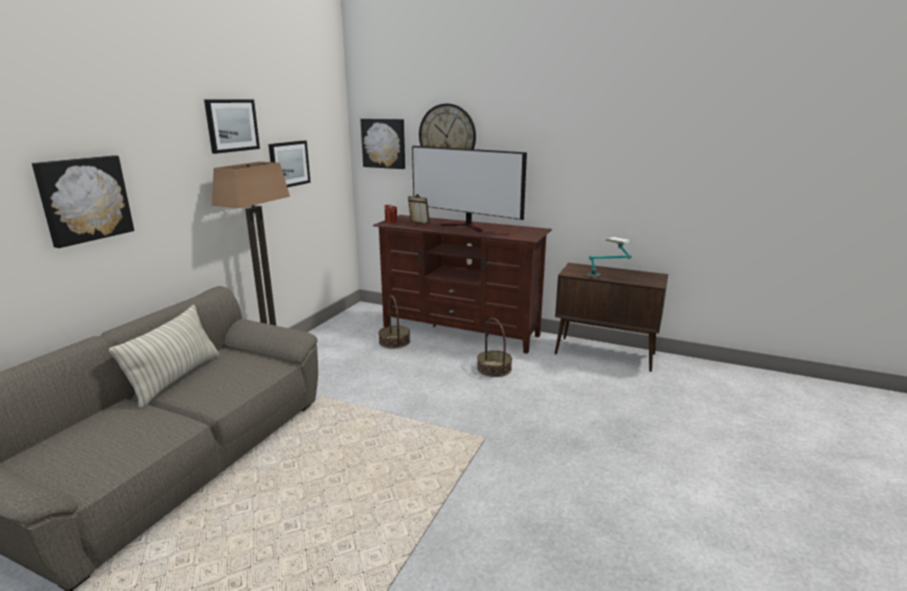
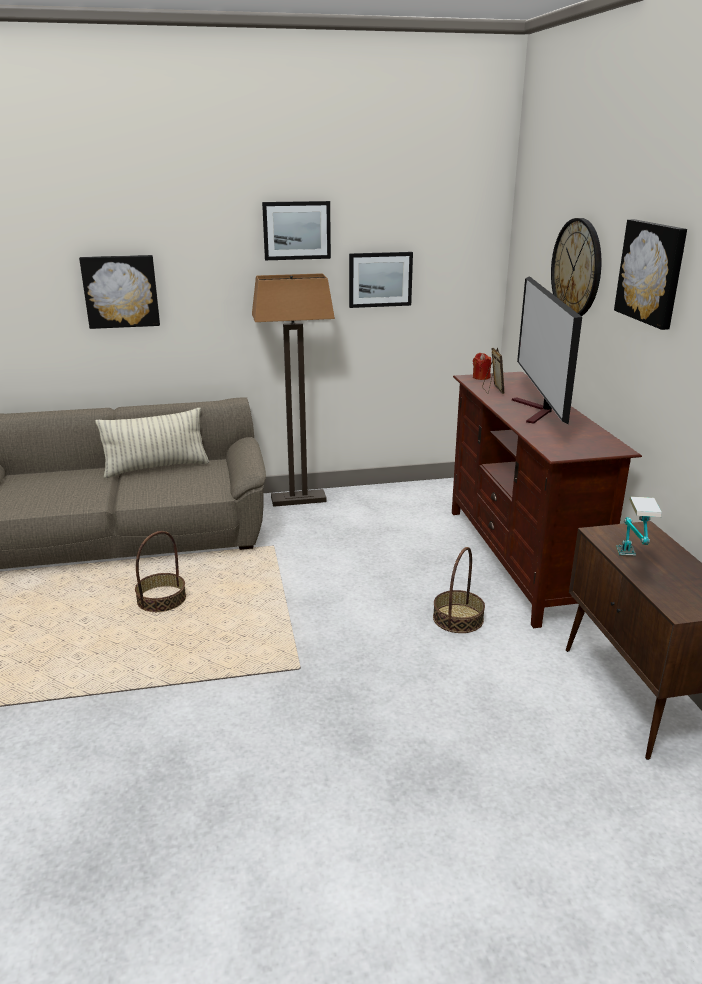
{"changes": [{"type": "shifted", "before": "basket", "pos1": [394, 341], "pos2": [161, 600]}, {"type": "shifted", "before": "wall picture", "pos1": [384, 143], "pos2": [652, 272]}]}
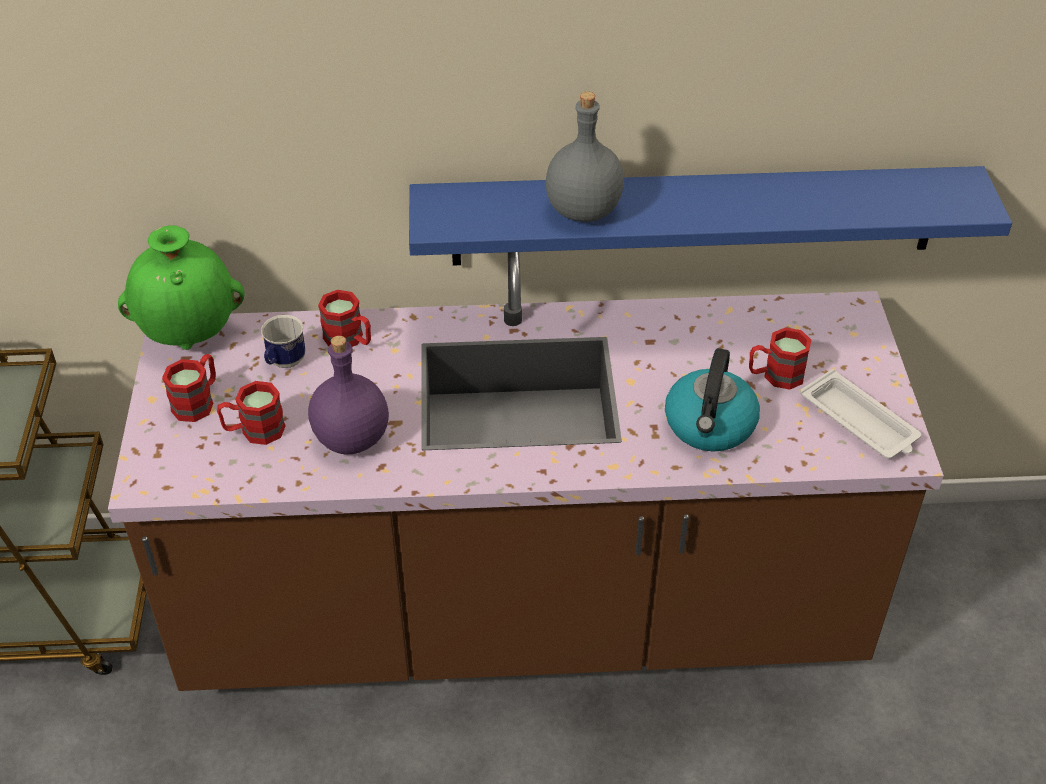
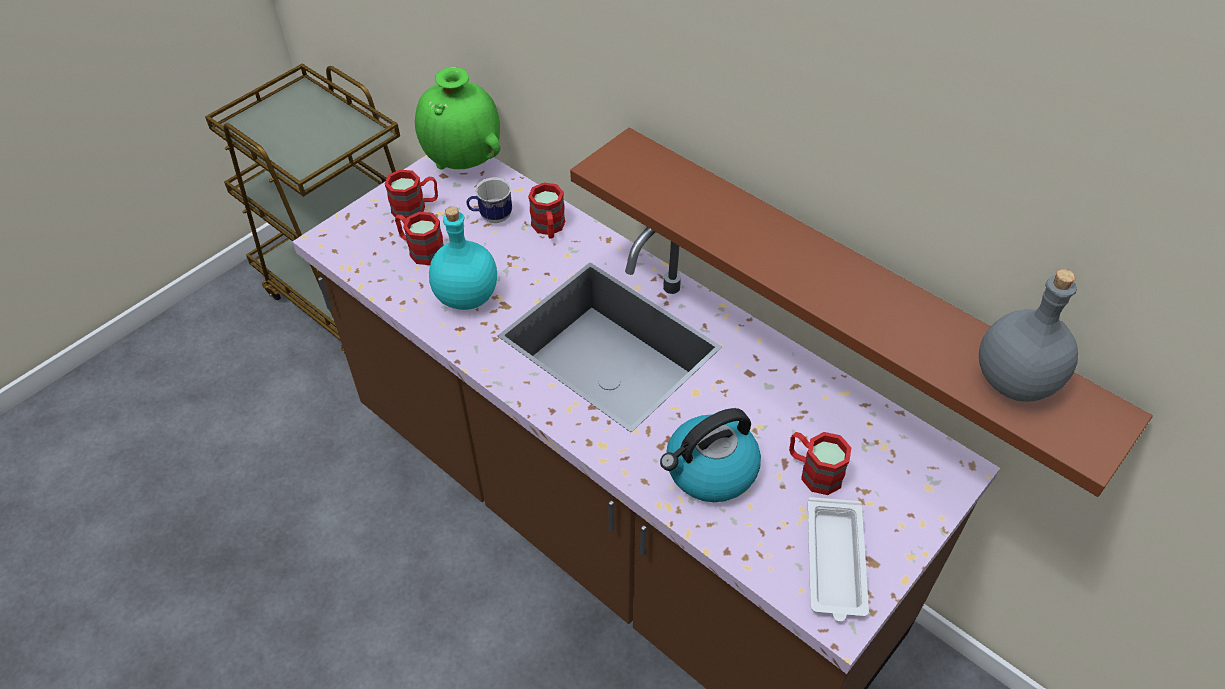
{"changes": [{"type": "repainted", "before": "purplish beverage bottle", "after": "blue-green beverage bottle", "pos1": [350, 439], "pos2": [465, 296]}, {"type": "repainted", "before": "bluish bracket shelf", "after": "brownish bracket shelf", "pos1": [694, 216], "pos2": [848, 289]}, {"type": "shifted", "before": "gray beverage bottle", "pos1": [582, 210], "pos2": [1014, 379]}]}
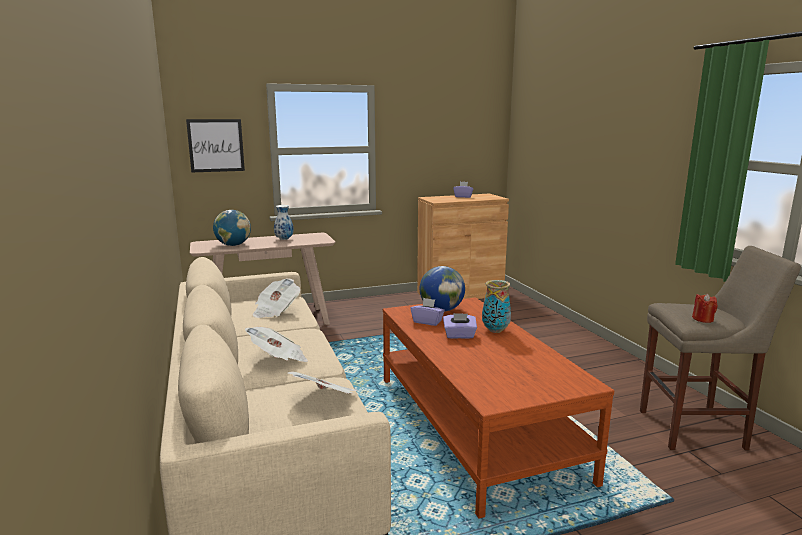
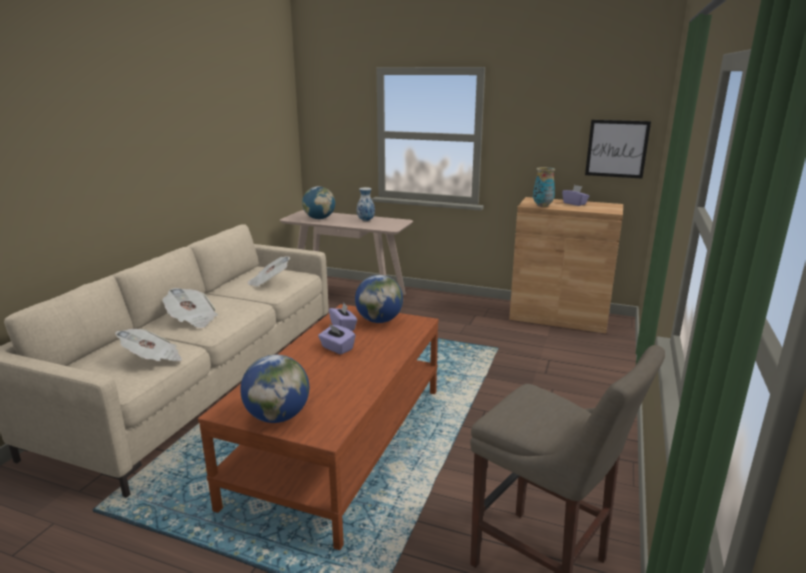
{"changes": [{"type": "new", "after": "globe", "pos2": [277, 417]}, {"type": "shifted", "before": "vase", "pos1": [495, 330], "pos2": [542, 206]}, {"type": "shifted", "before": "wall picture", "pos1": [216, 145], "pos2": [617, 148]}, {"type": "gone", "before": "reddish wax candle", "pos1": [703, 319]}]}
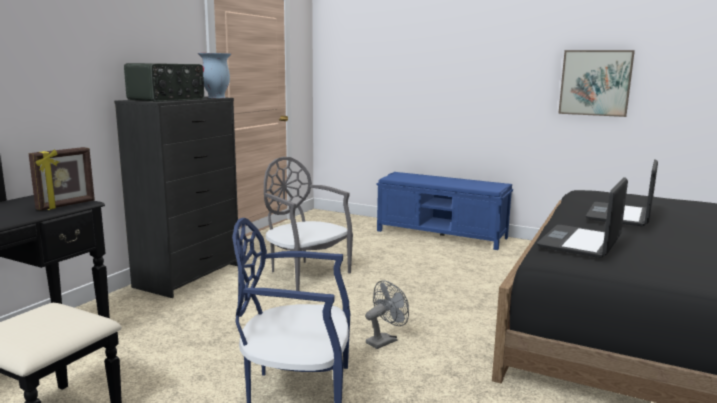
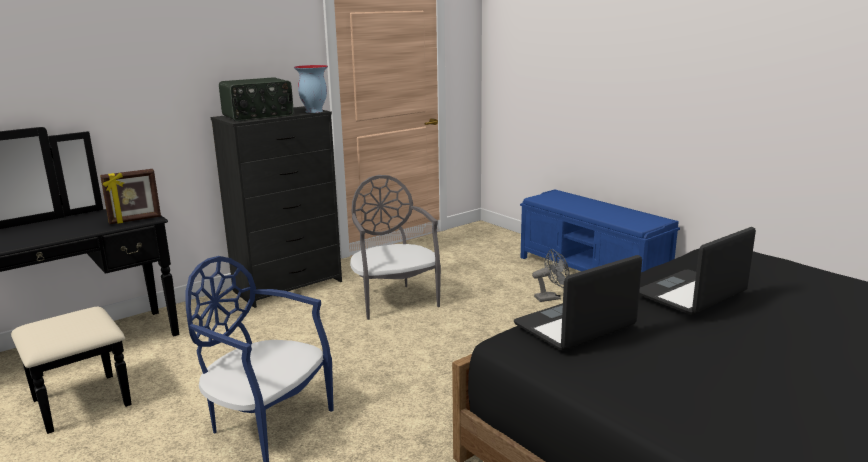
{"changes": [{"type": "shifted", "before": "gray fan", "pos1": [385, 340], "pos2": [551, 297]}, {"type": "gone", "before": "wall picture", "pos1": [595, 83]}]}
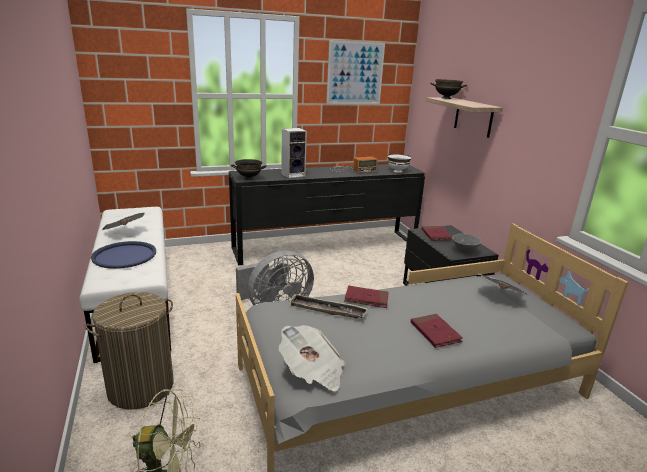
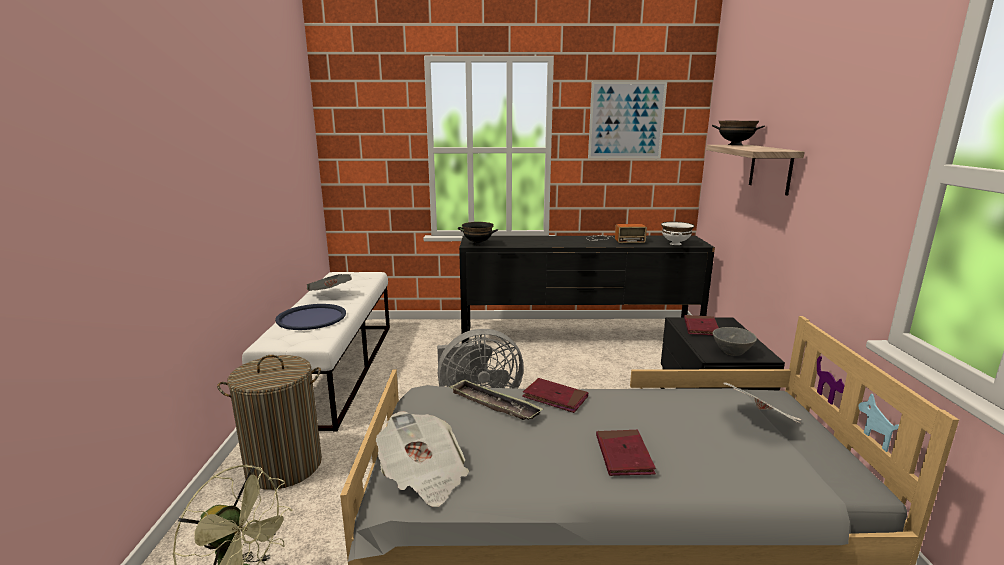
{"changes": [{"type": "gone", "before": "speaker", "pos1": [293, 175]}]}
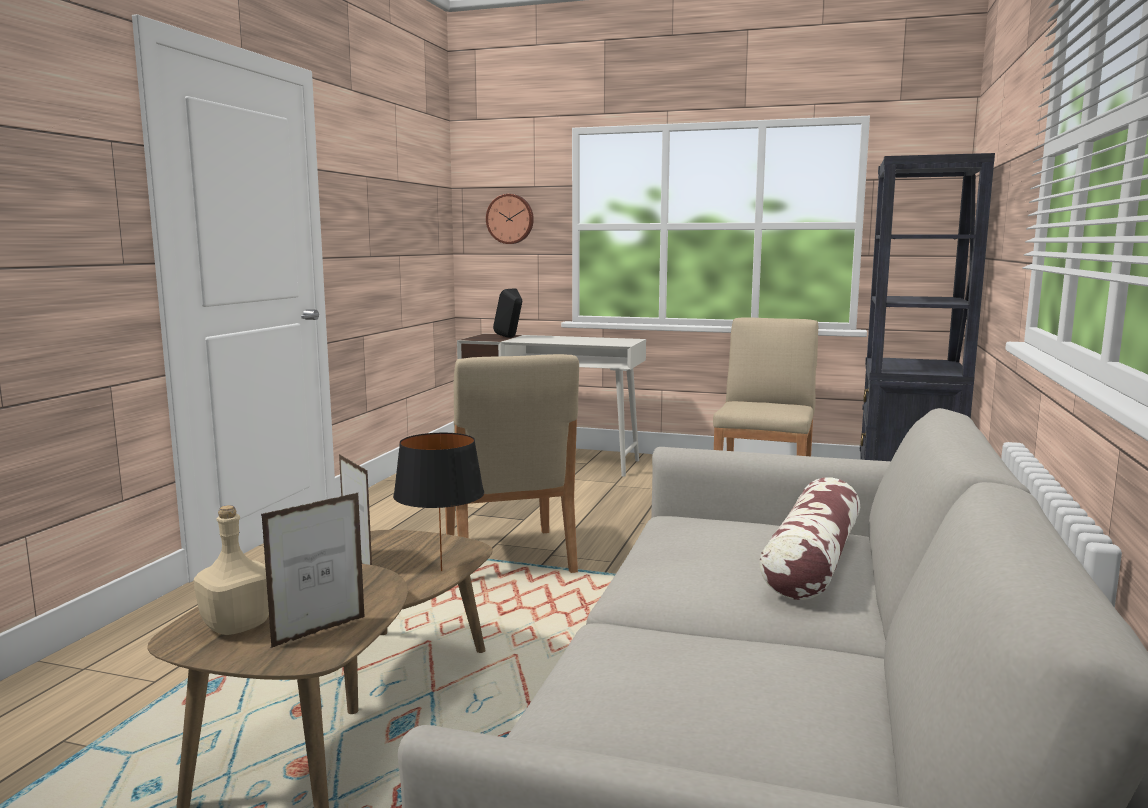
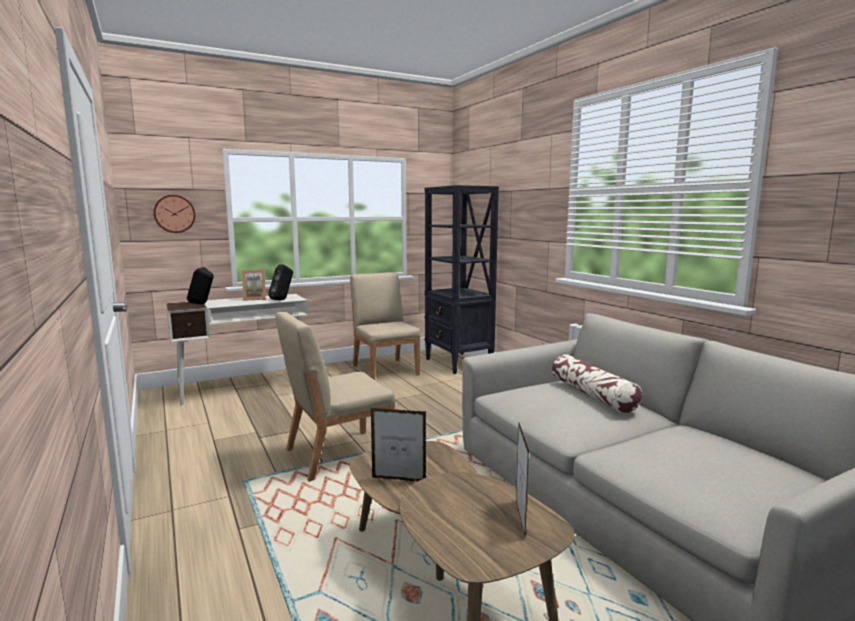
{"changes": [{"type": "new", "after": "standing frame", "pos2": [254, 299]}, {"type": "new", "after": "black-coloured speaker", "pos2": [282, 300]}, {"type": "rotated", "before": "beige upright chair", "pos1": [507, 557], "pos2": [337, 454], "turn": 120}, {"type": "gone", "before": "beige beverage bottle", "pos1": [236, 626]}, {"type": "gone", "before": "black-coloured lamp for a table", "pos1": [441, 571]}]}
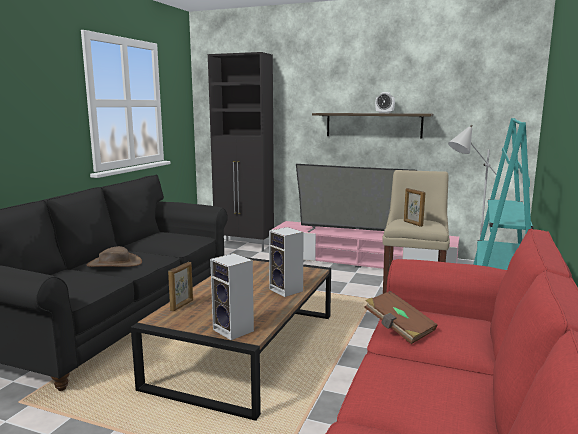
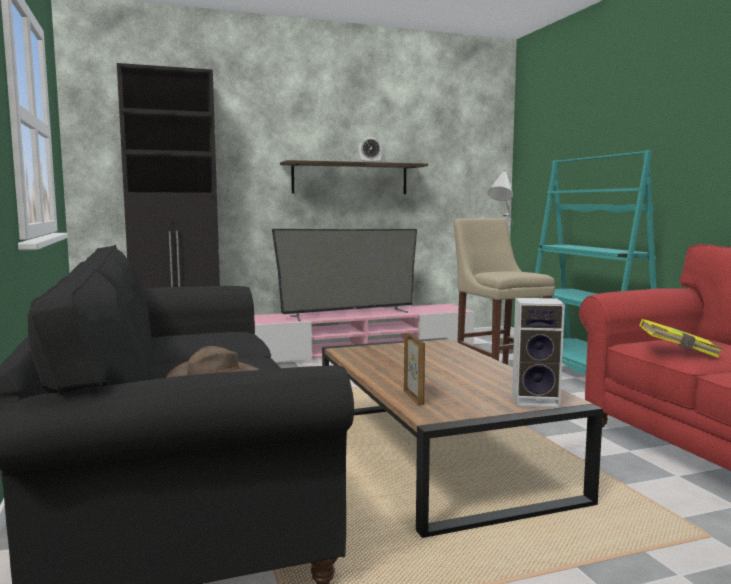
{"changes": [{"type": "repainted", "before": "brownish bound book", "after": "yellowish bound book", "pos1": [398, 328], "pos2": [678, 352]}, {"type": "gone", "before": "speaker", "pos1": [287, 290]}, {"type": "gone", "before": "standing frame", "pos1": [412, 224]}]}
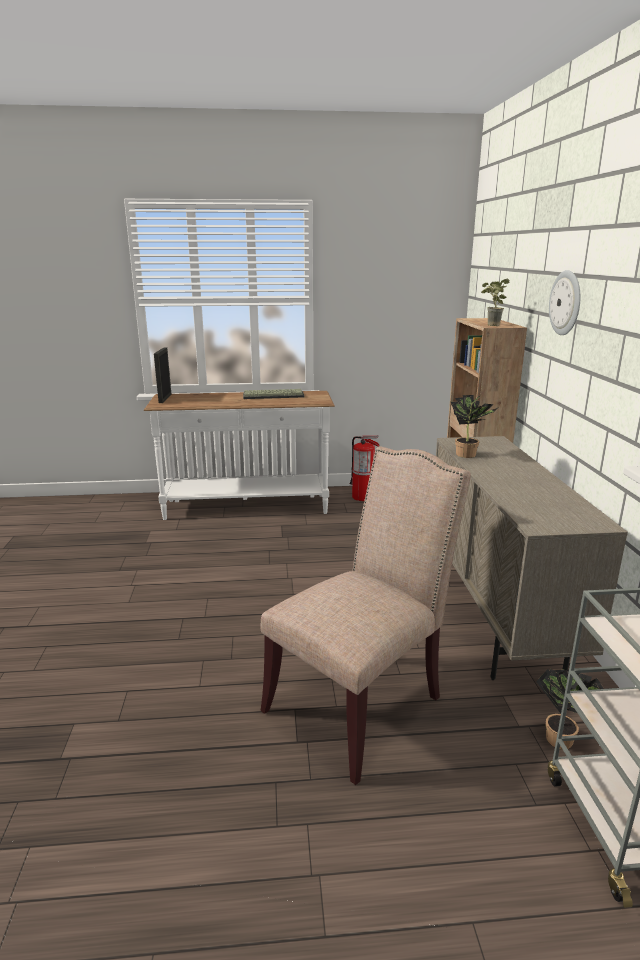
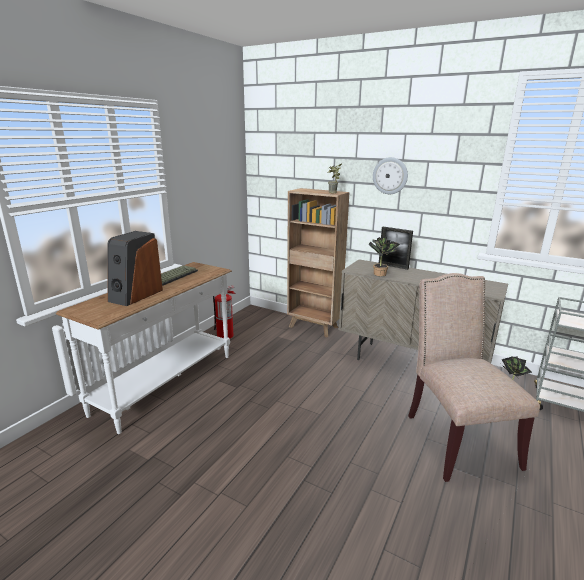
{"changes": [{"type": "new", "after": "speaker", "pos2": [135, 295]}, {"type": "shifted", "before": "standing frame", "pos1": [165, 398], "pos2": [393, 266]}]}
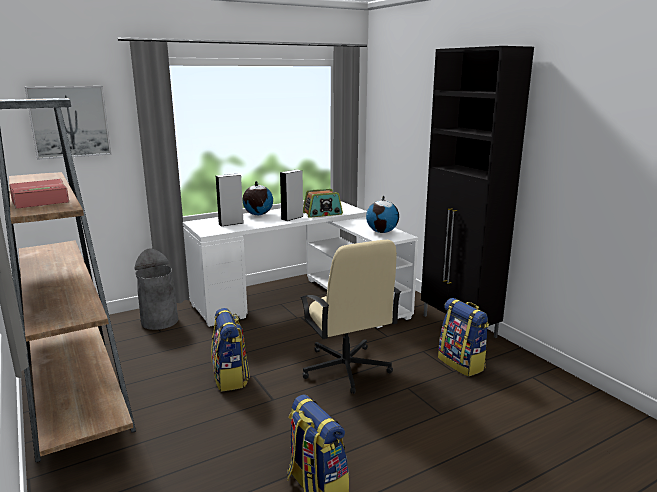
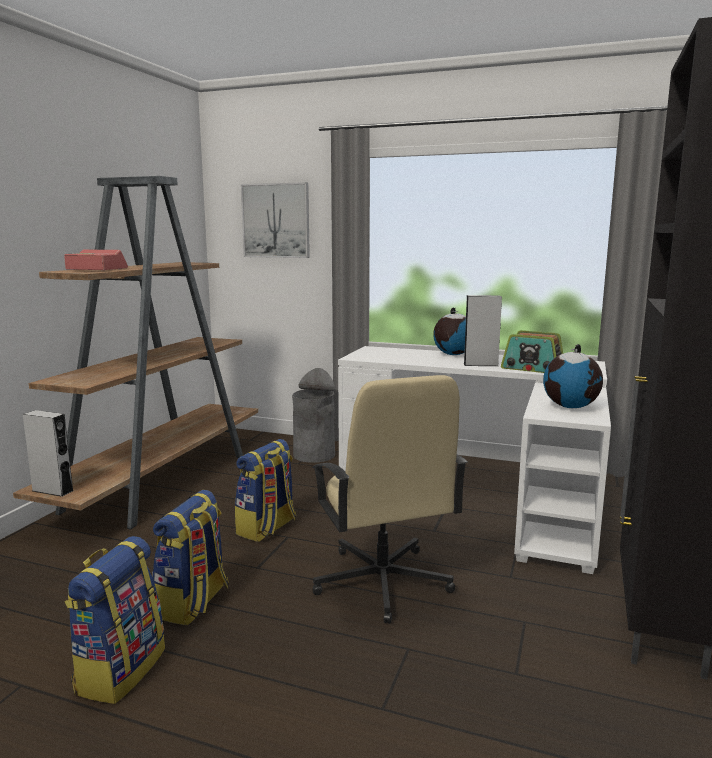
{"changes": [{"type": "shifted", "before": "gray speaker", "pos1": [231, 223], "pos2": [52, 490]}, {"type": "shifted", "before": "backpack", "pos1": [462, 364], "pos2": [193, 603]}, {"type": "rotated", "before": "beige office chair", "pos1": [346, 369], "pos2": [382, 582], "turn": -45}]}
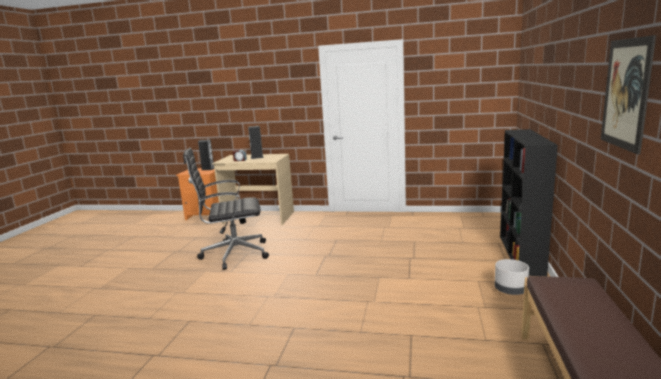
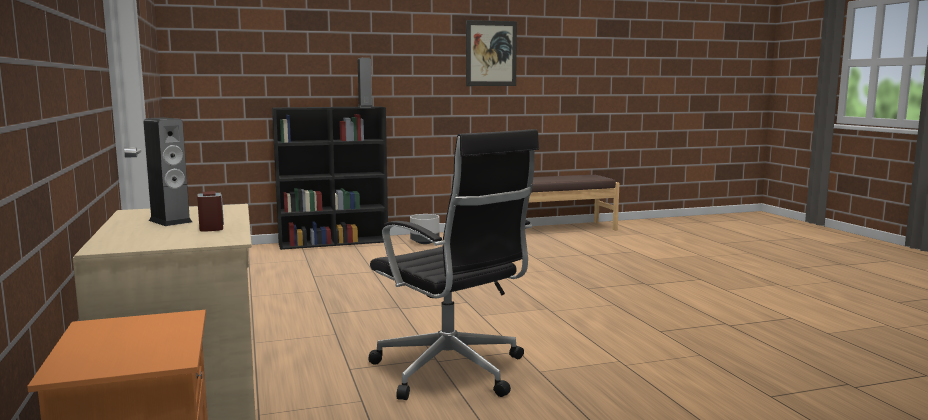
{"changes": [{"type": "shifted", "before": "speaker", "pos1": [208, 169], "pos2": [365, 106]}]}
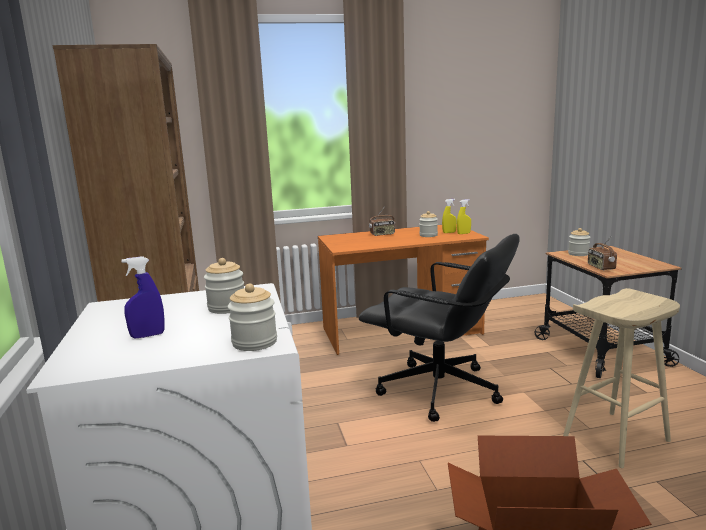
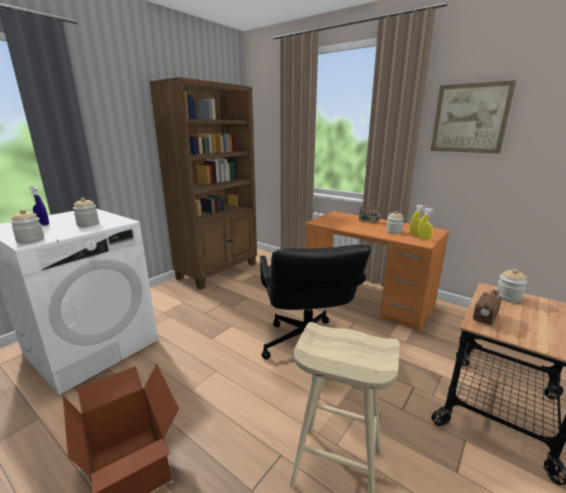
{"changes": [{"type": "new", "after": "wall picture", "pos2": [469, 118]}]}
